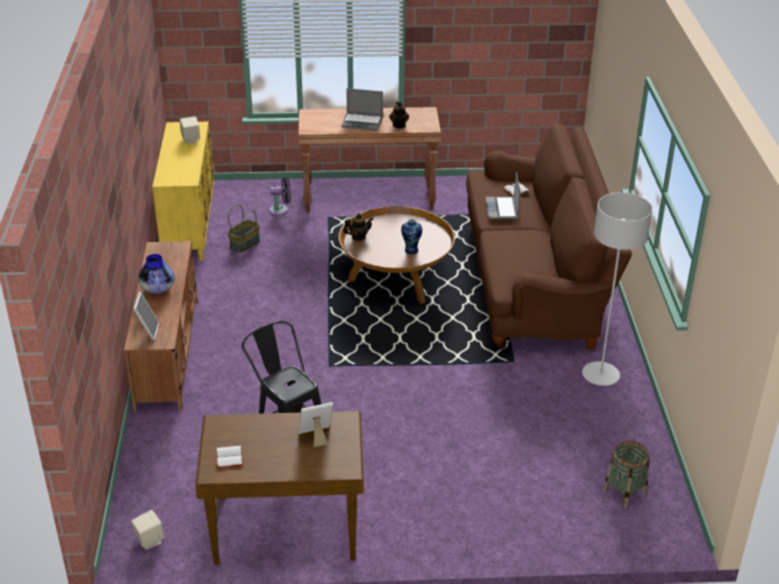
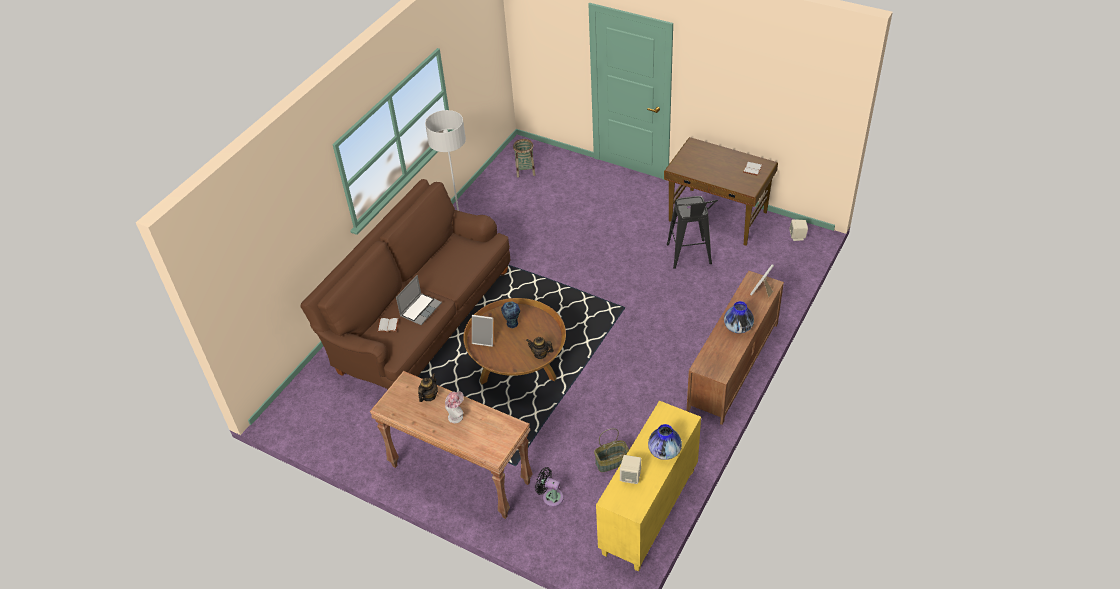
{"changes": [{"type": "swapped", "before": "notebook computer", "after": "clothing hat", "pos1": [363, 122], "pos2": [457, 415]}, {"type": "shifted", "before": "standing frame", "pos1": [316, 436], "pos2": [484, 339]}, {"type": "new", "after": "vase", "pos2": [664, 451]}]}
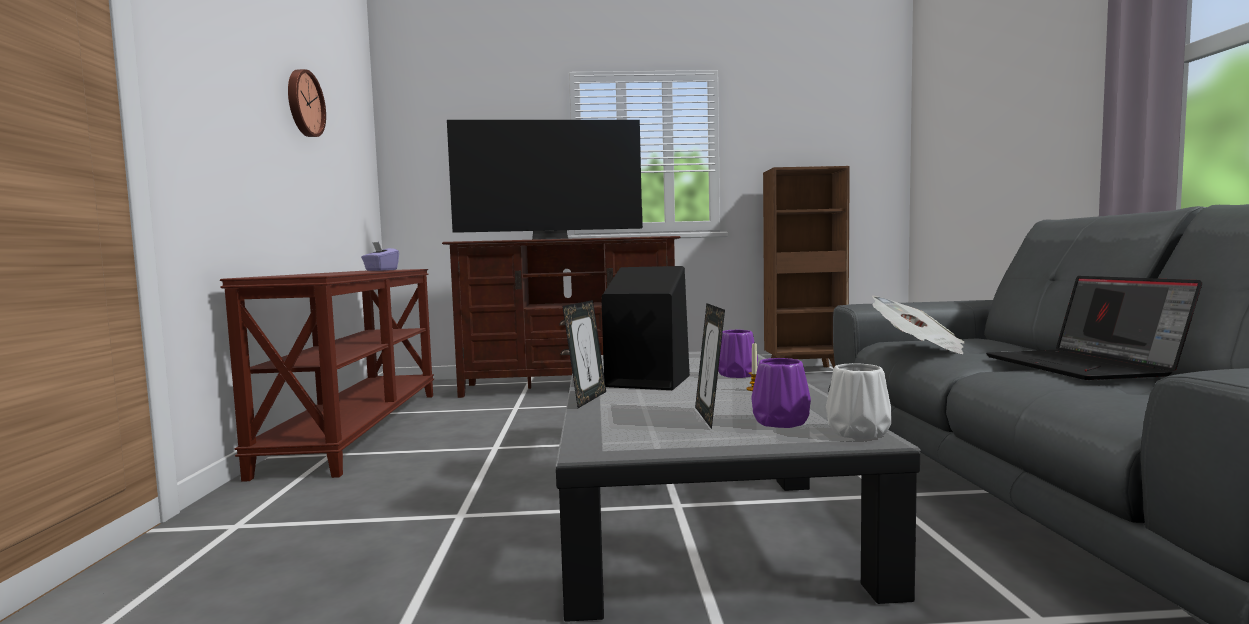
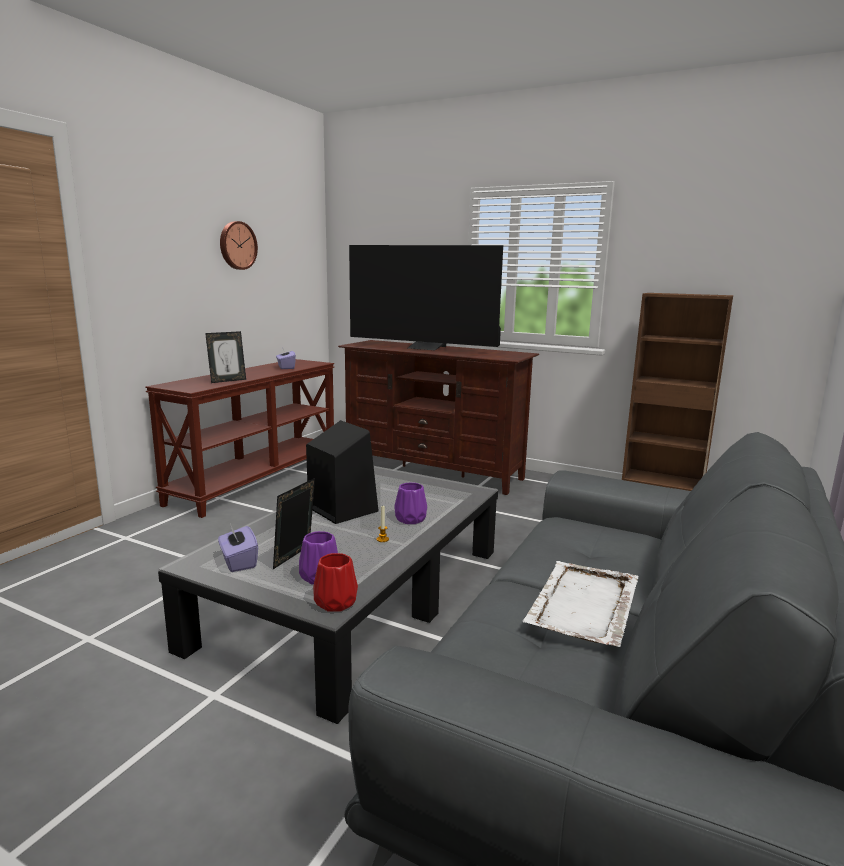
{"changes": [{"type": "shifted", "before": "standing frame", "pos1": [587, 399], "pos2": [227, 380]}, {"type": "new", "after": "purplish box of tissues", "pos2": [238, 562]}, {"type": "repainted", "before": "white vase", "after": "reddish vase", "pos1": [858, 433], "pos2": [334, 603]}, {"type": "swapped", "before": "notebook computer", "after": "white carrying tray", "pos1": [1084, 366], "pos2": [583, 605]}, {"type": "gone", "before": "printed paper", "pos1": [919, 348]}]}
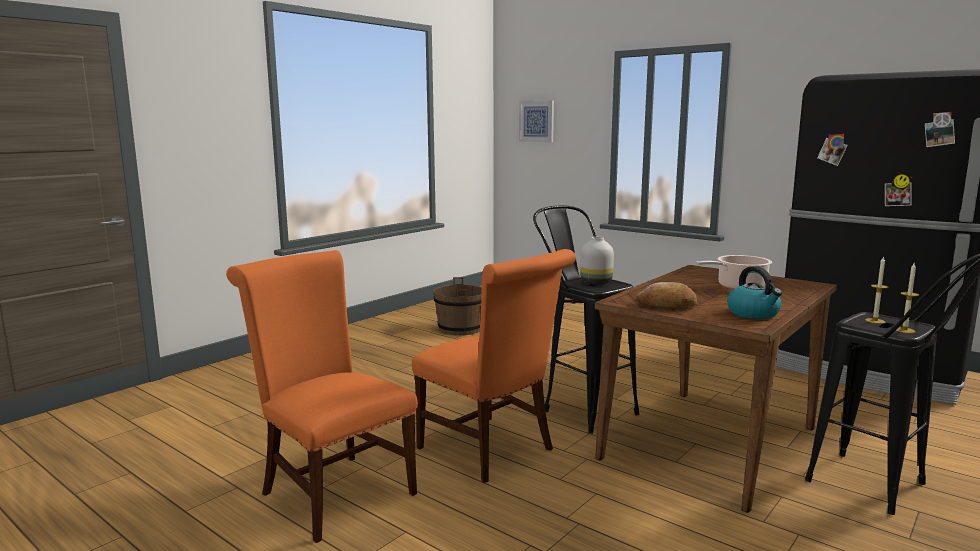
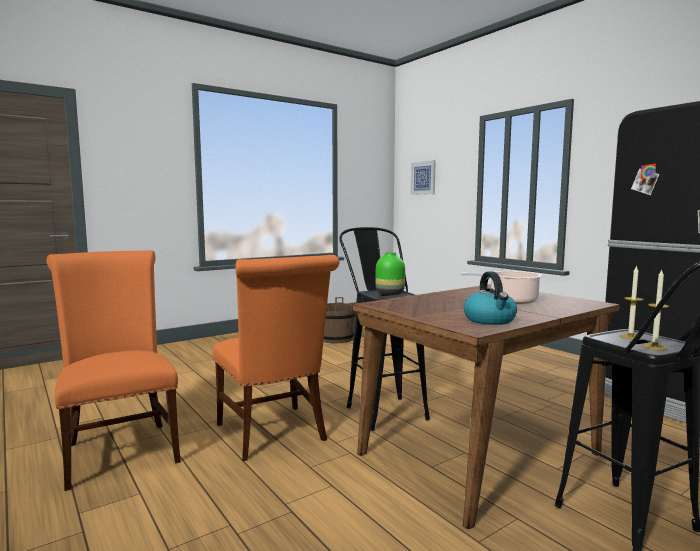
{"changes": [{"type": "repainted", "before": "white vase", "after": "greenish vase", "pos1": [595, 283], "pos2": [389, 294]}, {"type": "gone", "before": "bakery bread", "pos1": [667, 305]}]}
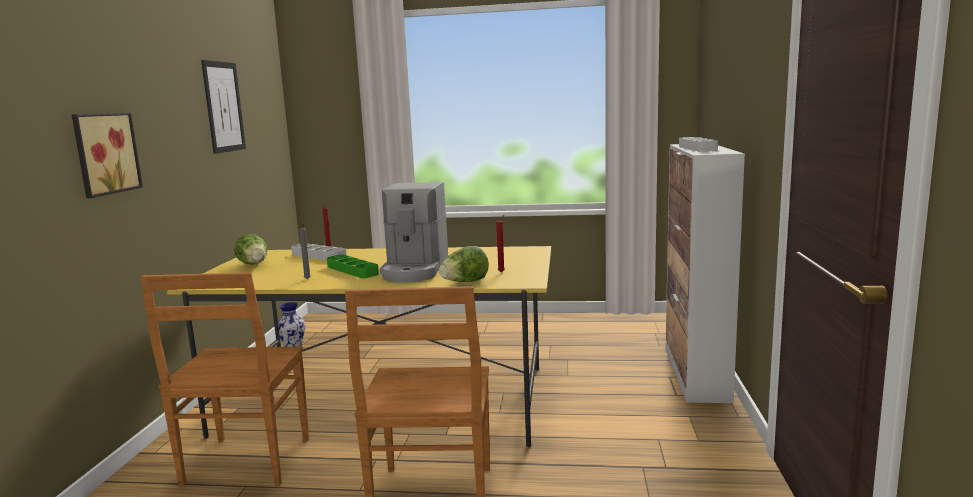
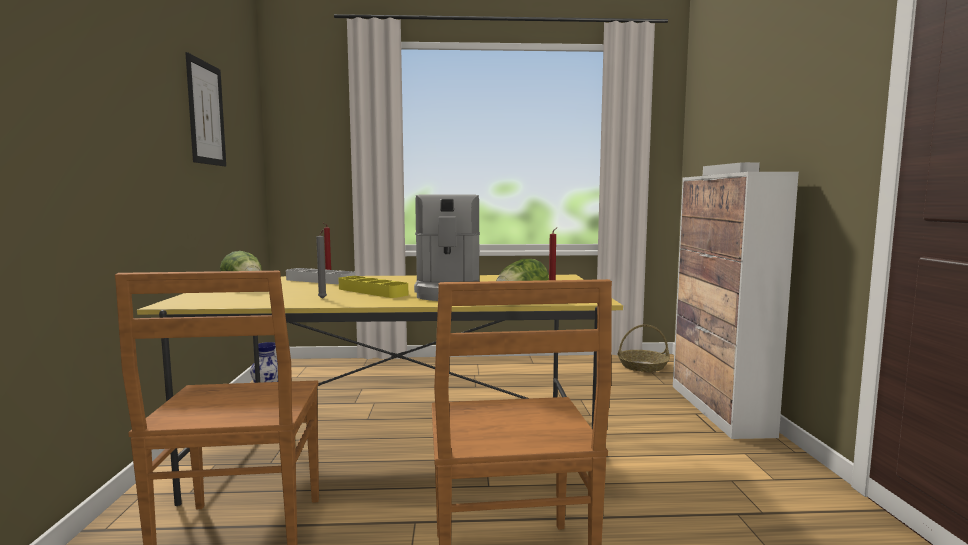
{"changes": [{"type": "repainted", "before": "greenish carrying tray", "after": "yellowish carrying tray", "pos1": [352, 270], "pos2": [372, 291]}, {"type": "new", "after": "basket", "pos2": [642, 366]}, {"type": "gone", "before": "wall picture", "pos1": [104, 153]}]}
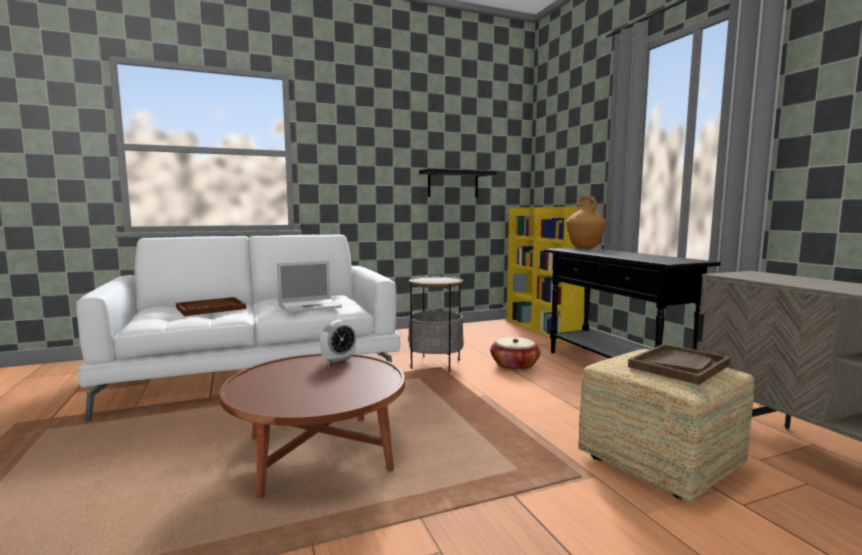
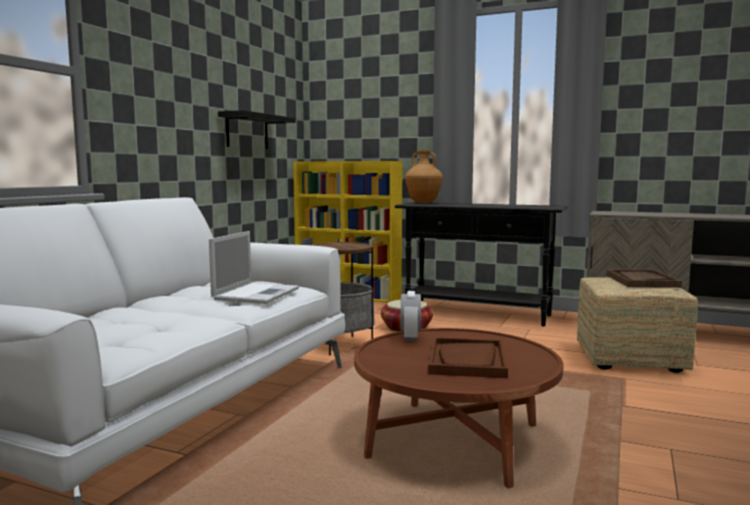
{"changes": [{"type": "shifted", "before": "brownish carrying tray", "pos1": [210, 308], "pos2": [467, 360]}]}
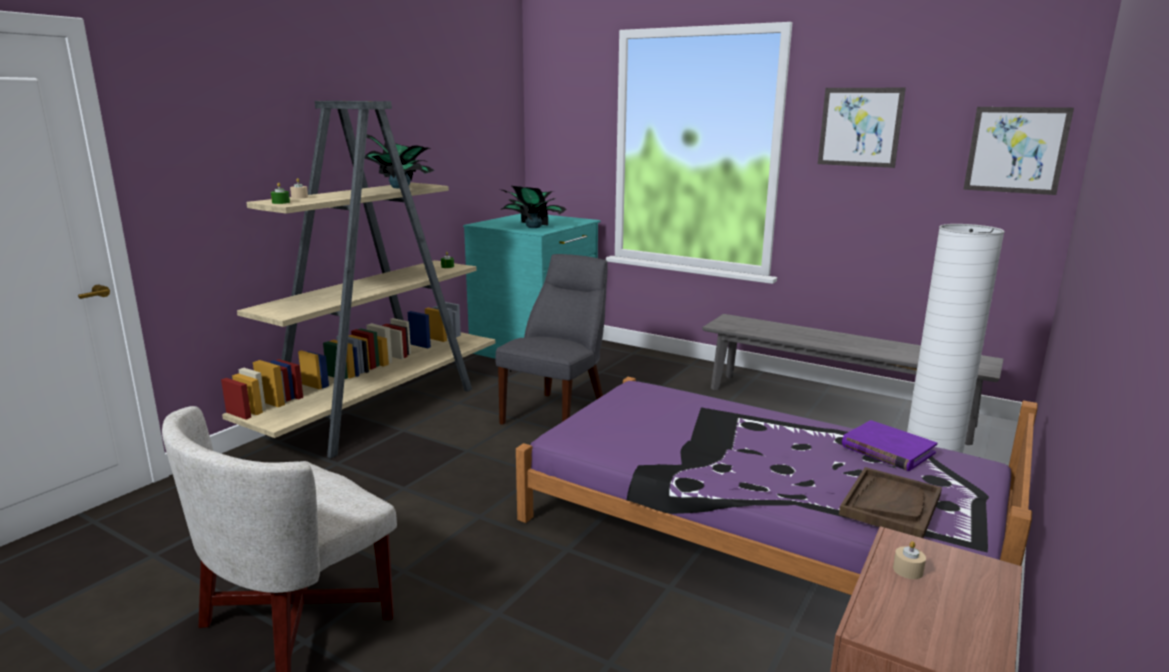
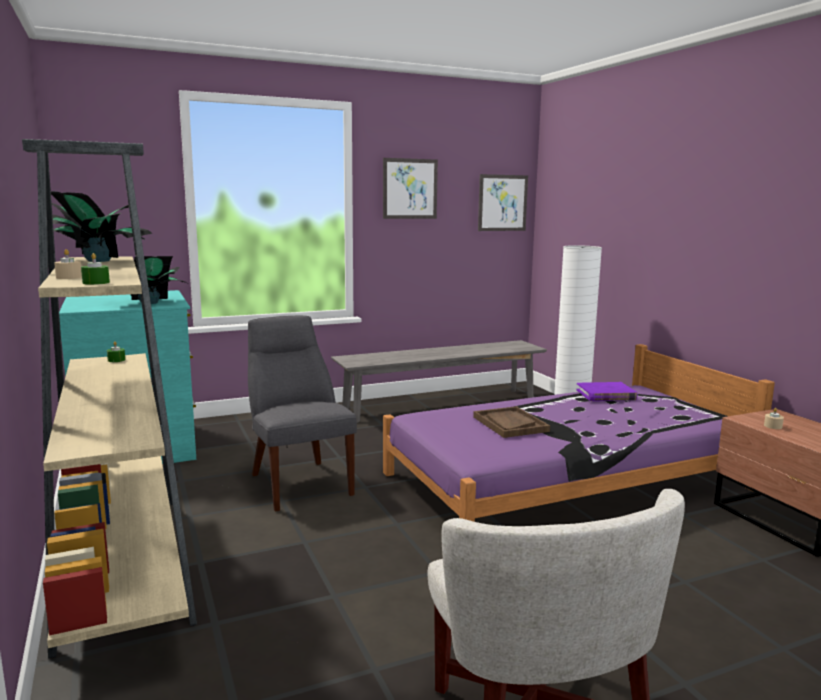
{"changes": [{"type": "shifted", "before": "brownish carrying tray", "pos1": [890, 504], "pos2": [510, 424]}]}
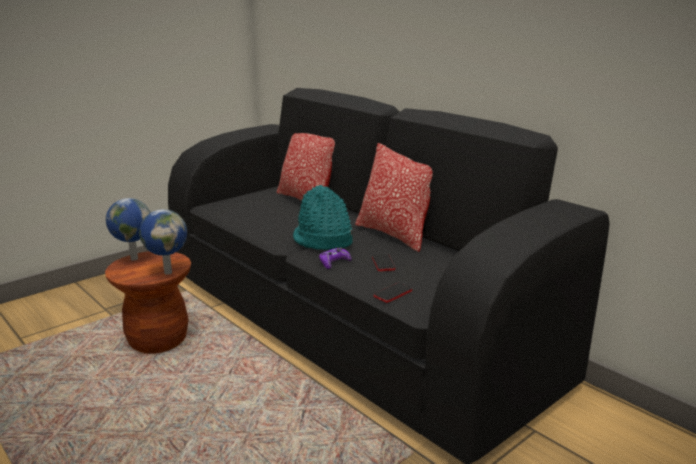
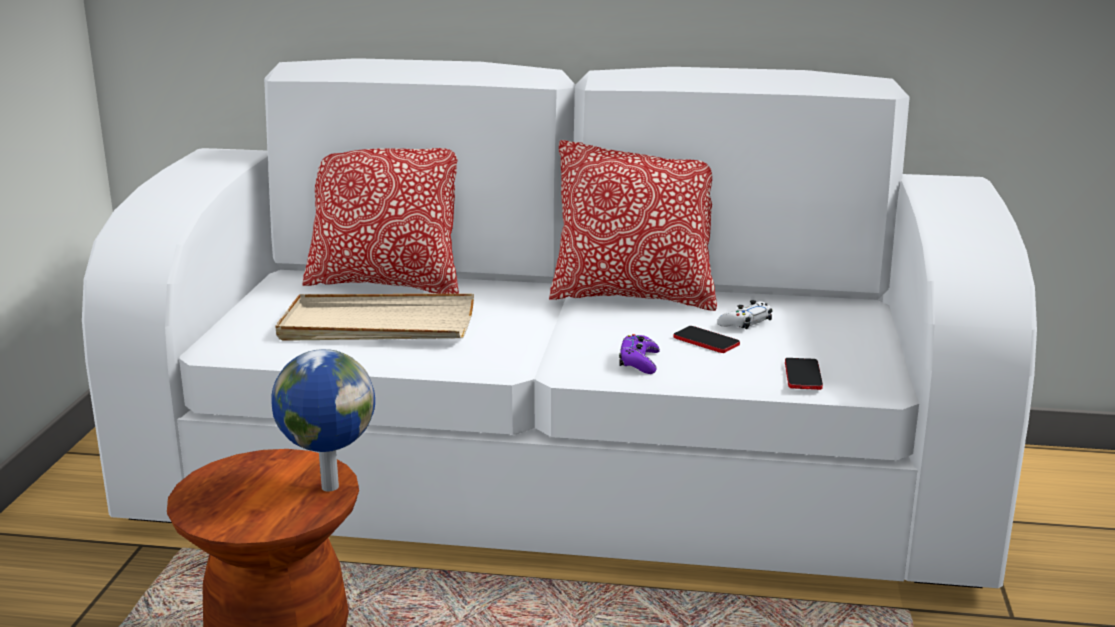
{"changes": [{"type": "repainted", "before": "black-coloured sofa", "after": "white sofa", "pos1": [348, 323], "pos2": [559, 486]}, {"type": "new", "after": "beige carrying tray", "pos2": [377, 326]}, {"type": "new", "after": "white gamepad", "pos2": [745, 323]}, {"type": "gone", "before": "globe", "pos1": [133, 259]}, {"type": "gone", "before": "blue-green clothing hat", "pos1": [322, 240]}]}
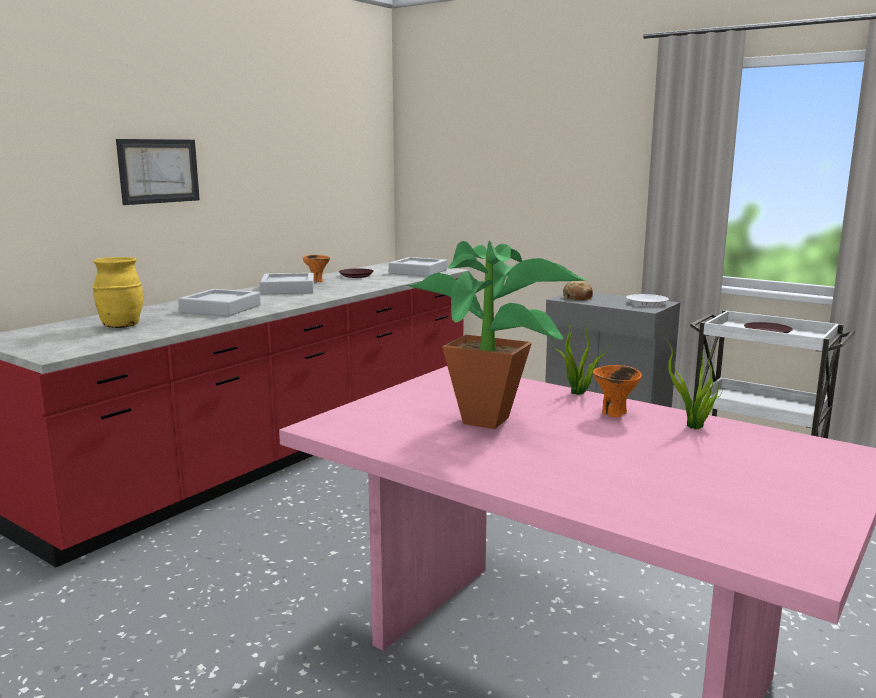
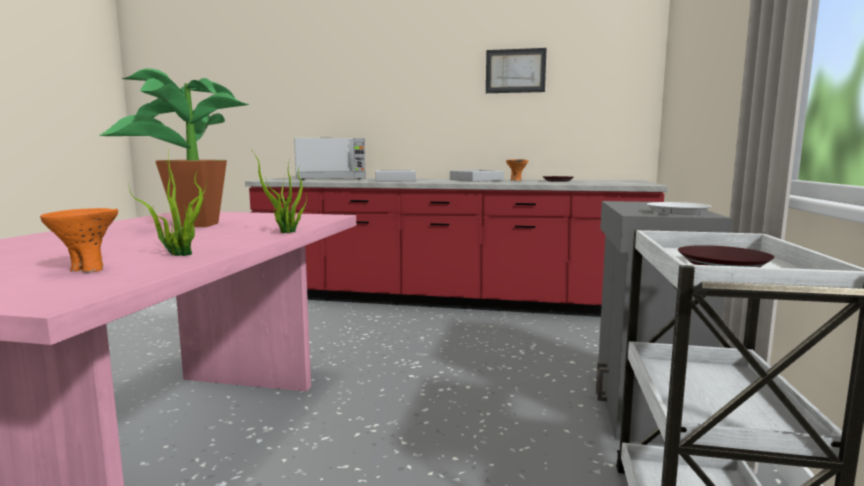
{"changes": [{"type": "shifted", "before": "orangey bowl", "pos1": [614, 413], "pos2": [87, 269]}, {"type": "swapped", "before": "yellowish vase", "after": "microwave oven", "pos1": [121, 326], "pos2": [332, 179]}, {"type": "shifted", "before": "wall picture", "pos1": [159, 171], "pos2": [515, 71]}, {"type": "gone", "before": "gray carrying tray", "pos1": [418, 272]}, {"type": "gone", "before": "bakery bread", "pos1": [577, 297]}]}
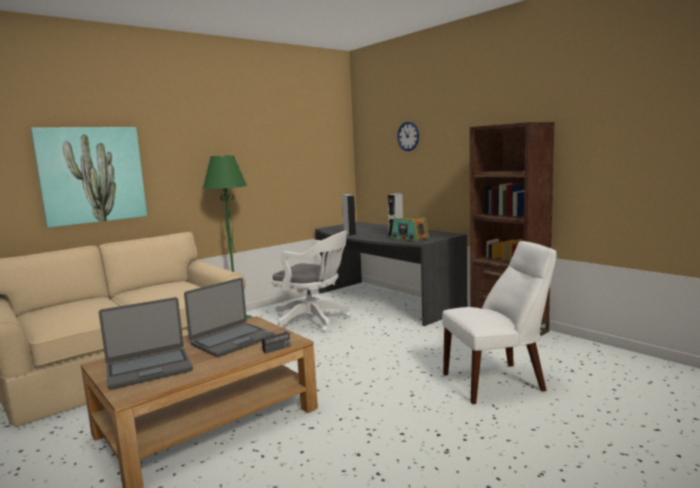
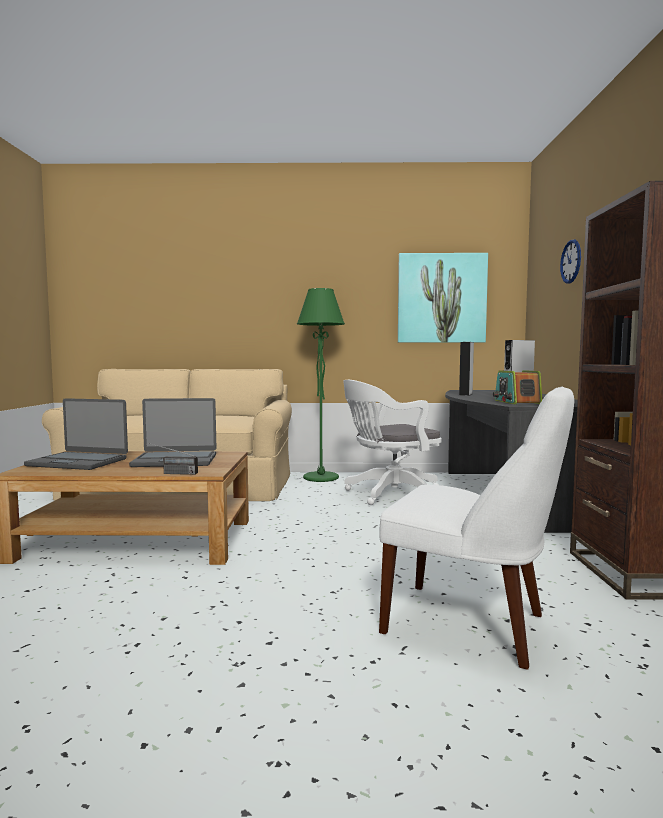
{"changes": [{"type": "rotated", "before": "white office chair", "pos1": [314, 321], "pos2": [389, 494], "turn": 90}, {"type": "shifted", "before": "wall picture", "pos1": [92, 175], "pos2": [441, 298]}]}
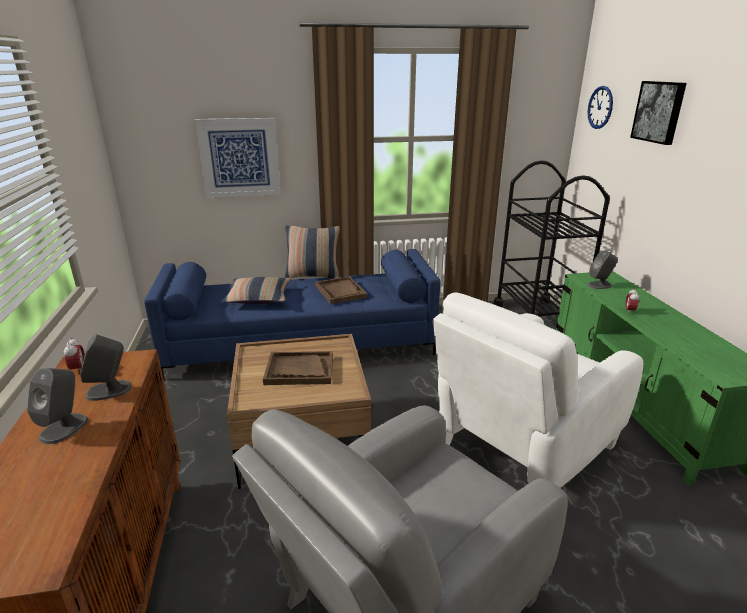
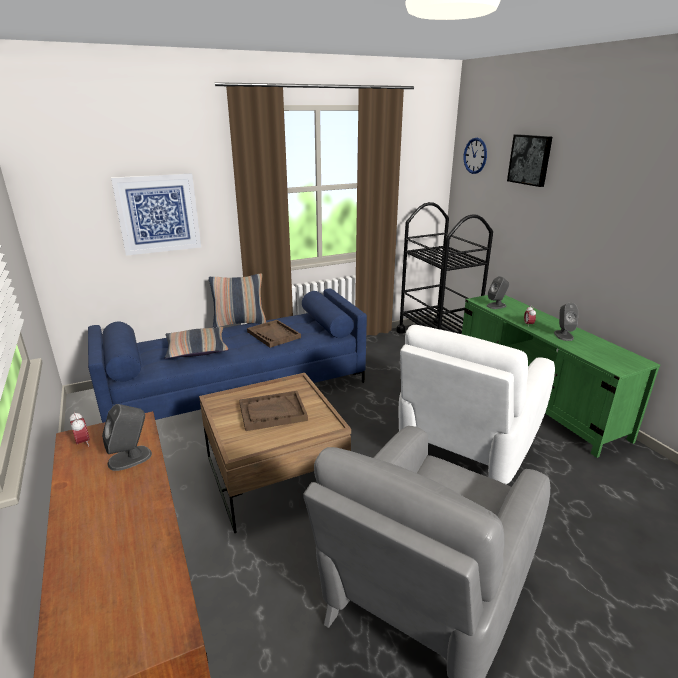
{"changes": [{"type": "shifted", "before": "gray speaker", "pos1": [64, 428], "pos2": [563, 335]}]}
